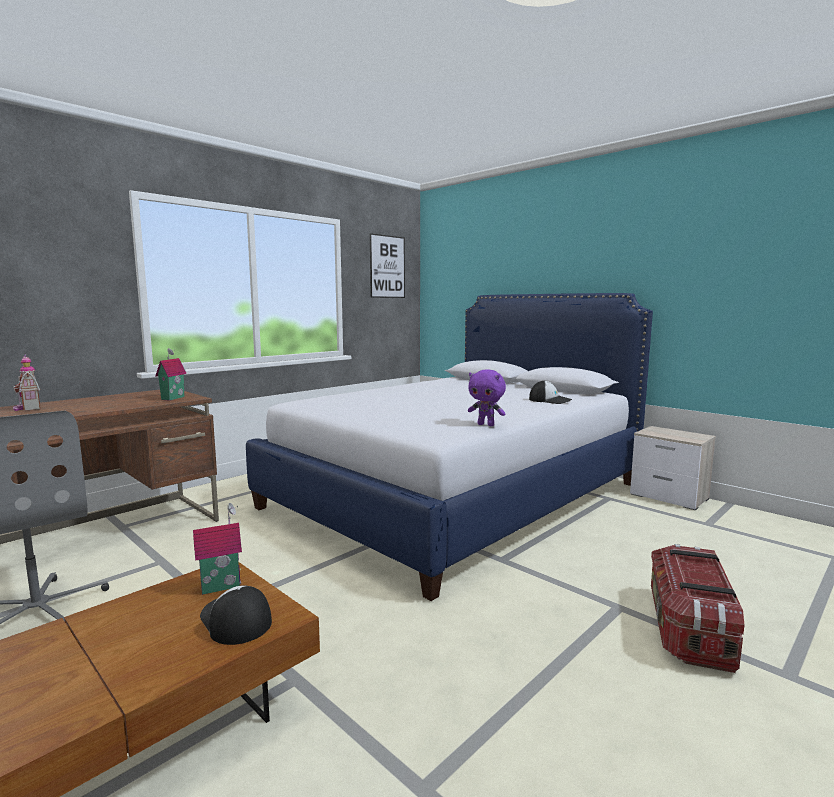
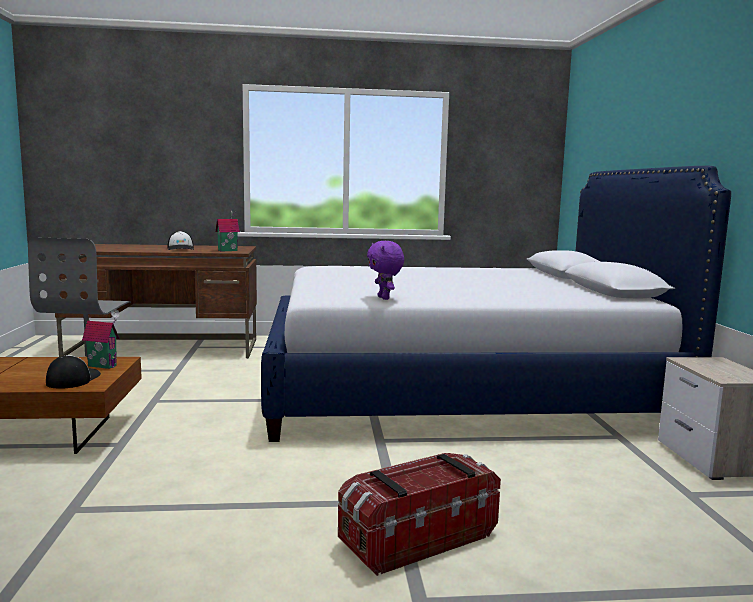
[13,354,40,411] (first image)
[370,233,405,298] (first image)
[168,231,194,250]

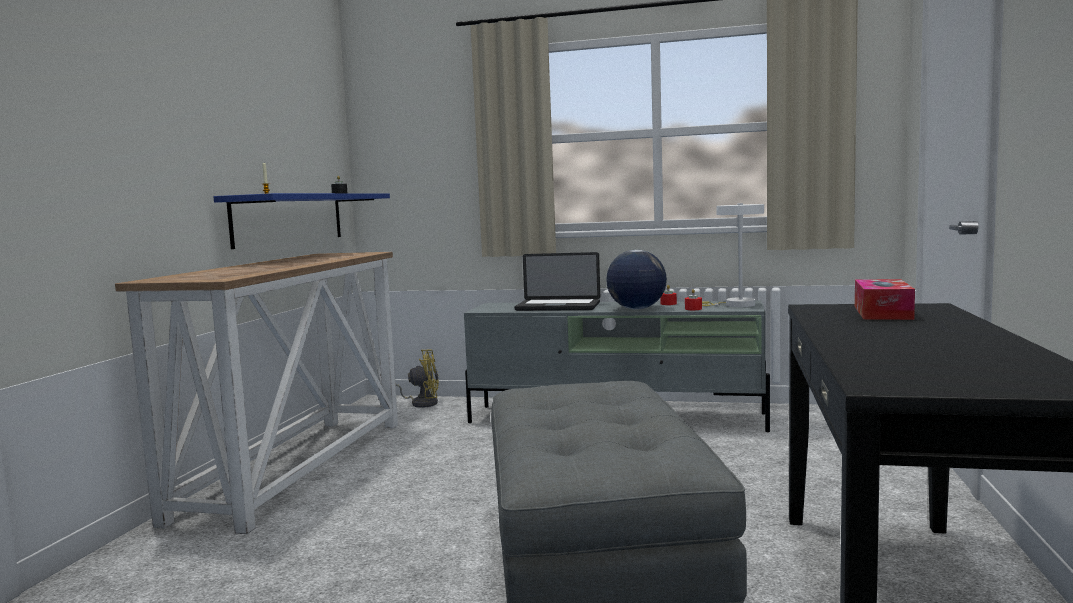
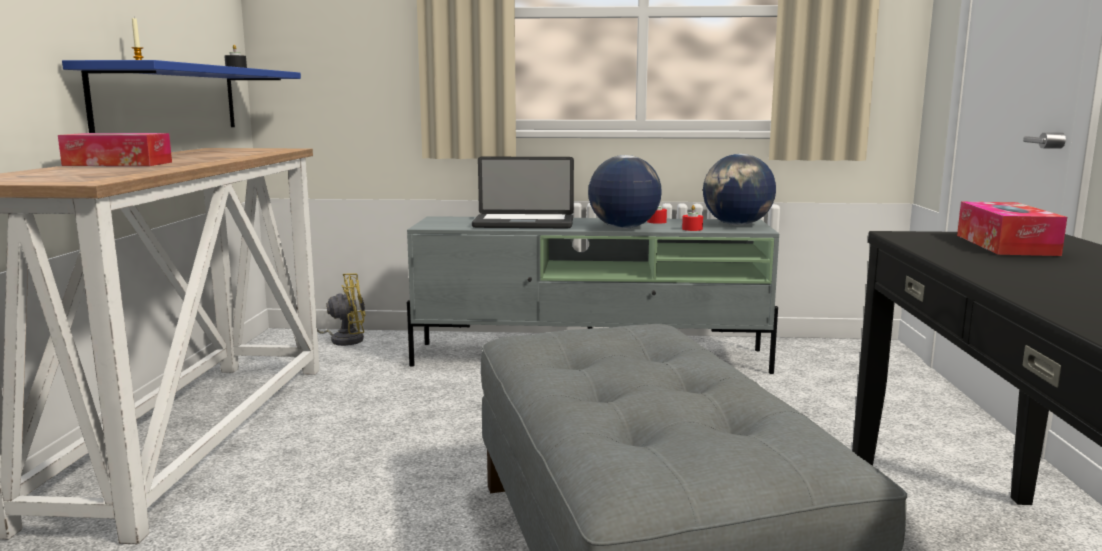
[58,133,172,166]
[703,154,776,226]

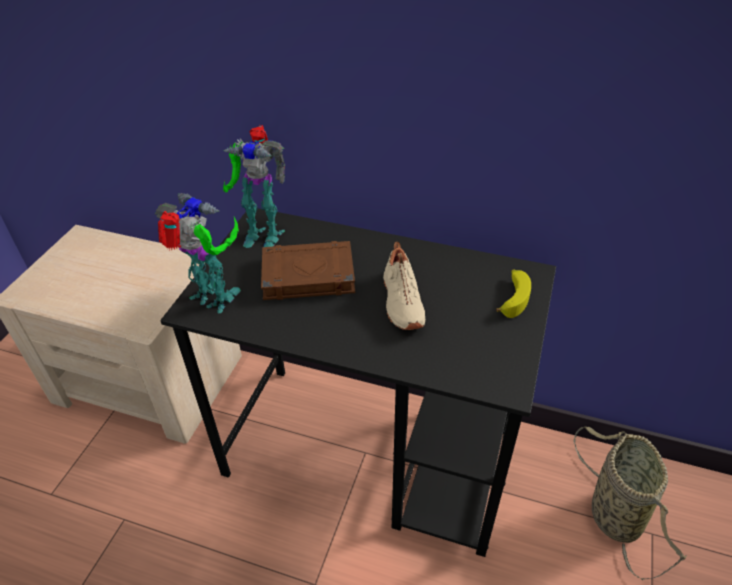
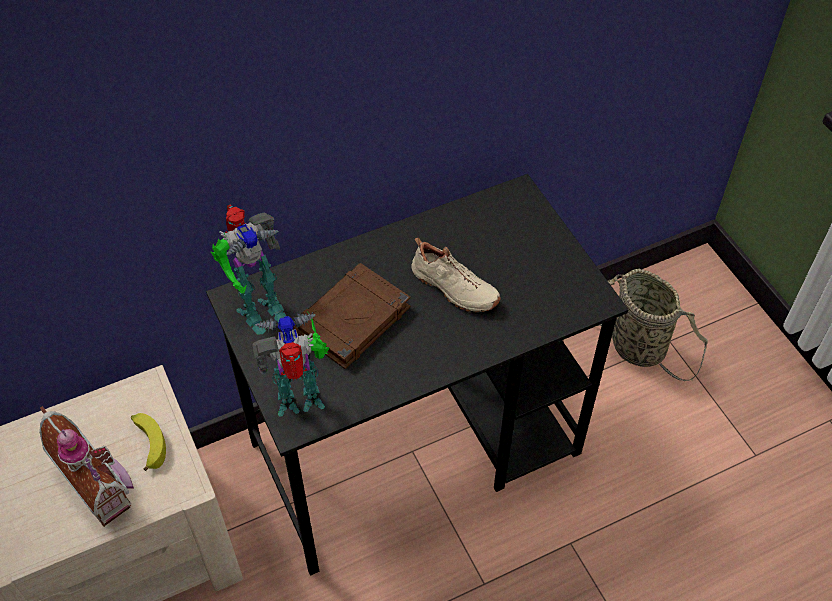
[39,406,134,527]
[131,413,166,471]

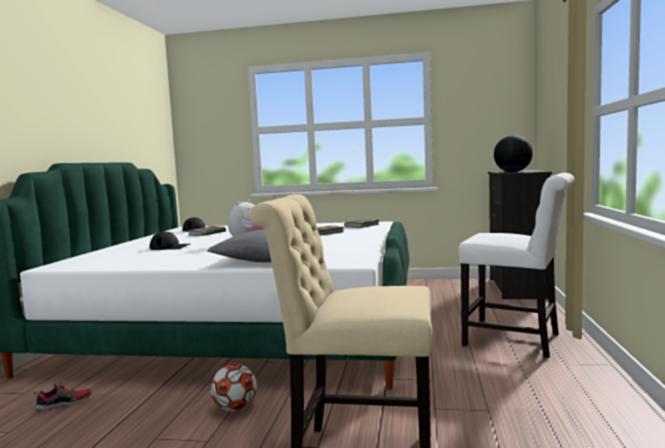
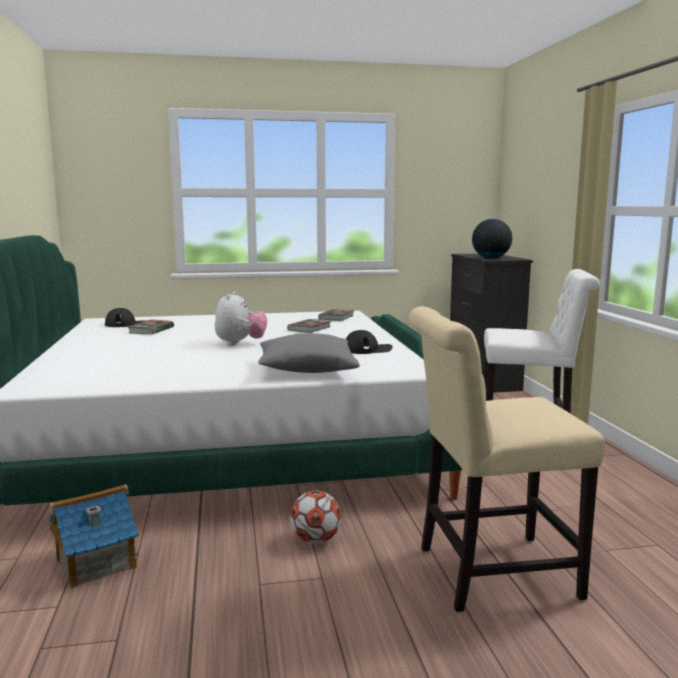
[346,330,393,354]
[48,484,139,589]

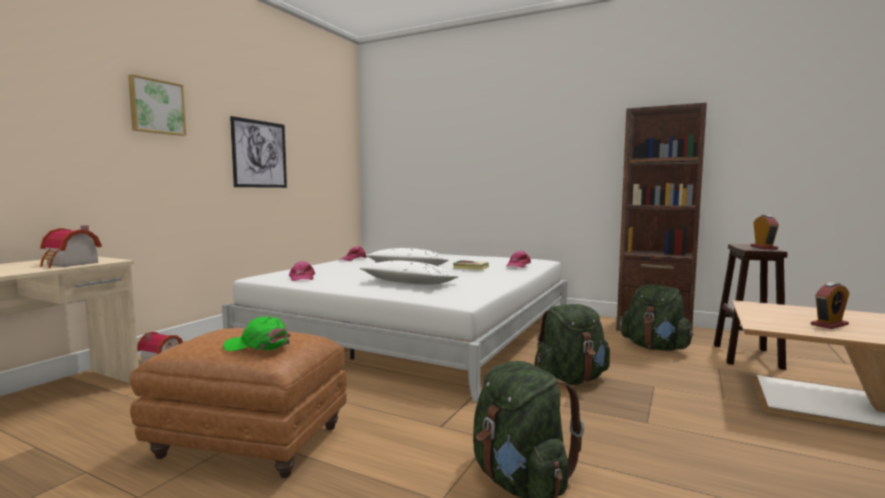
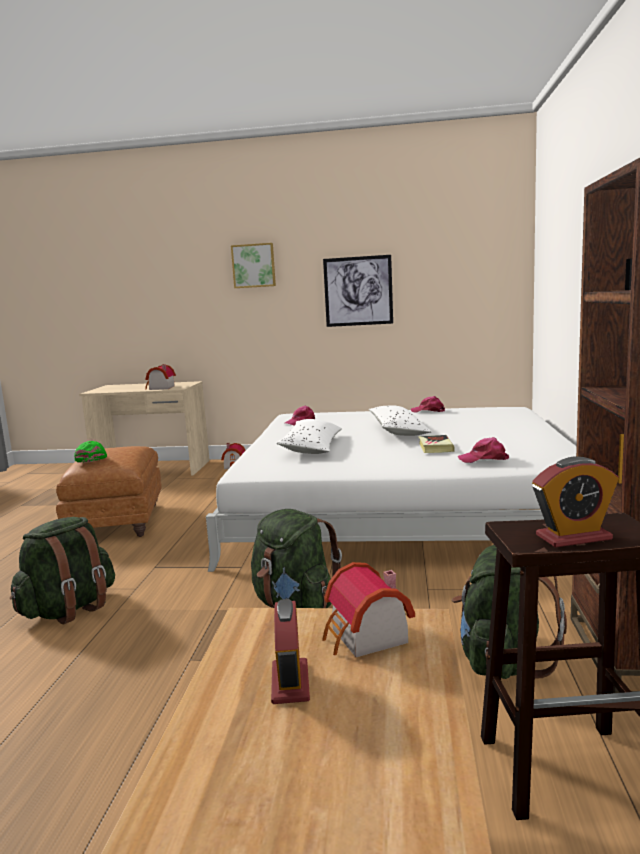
[322,562,415,657]
[271,599,310,704]

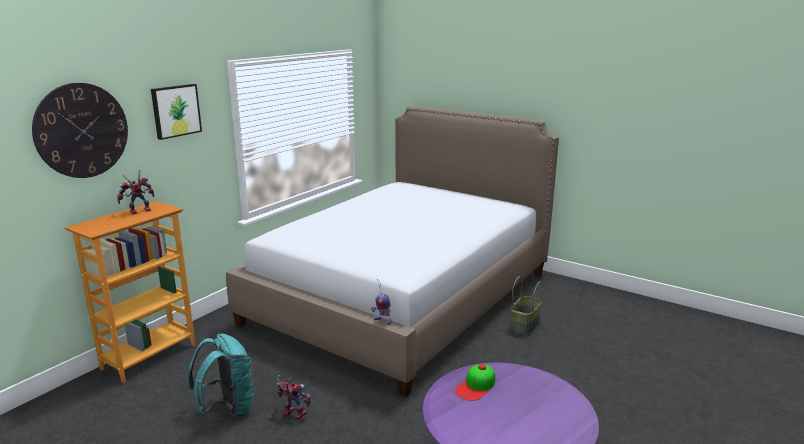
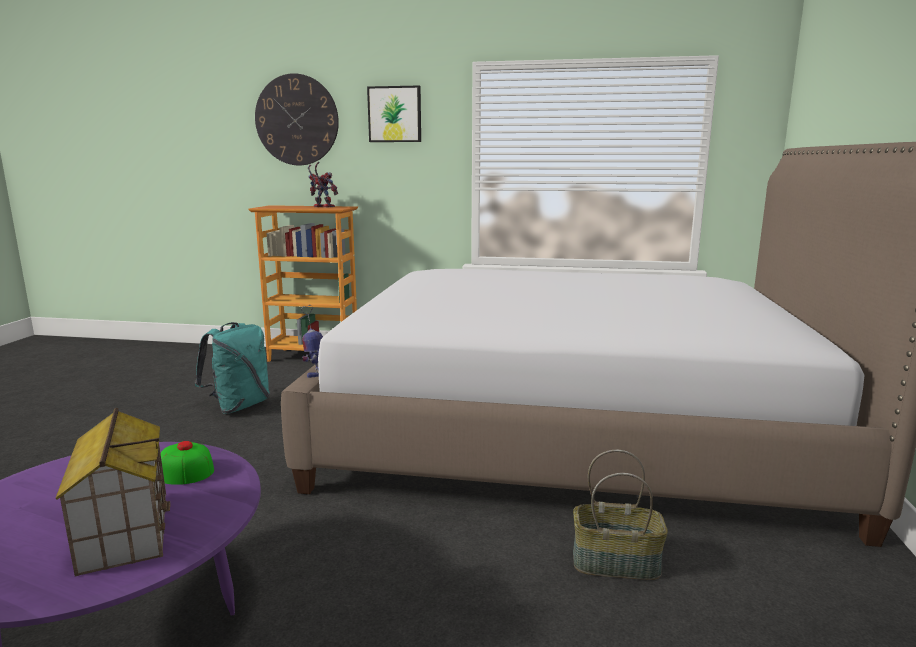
[277,375,311,420] (first image)
[56,408,170,576]

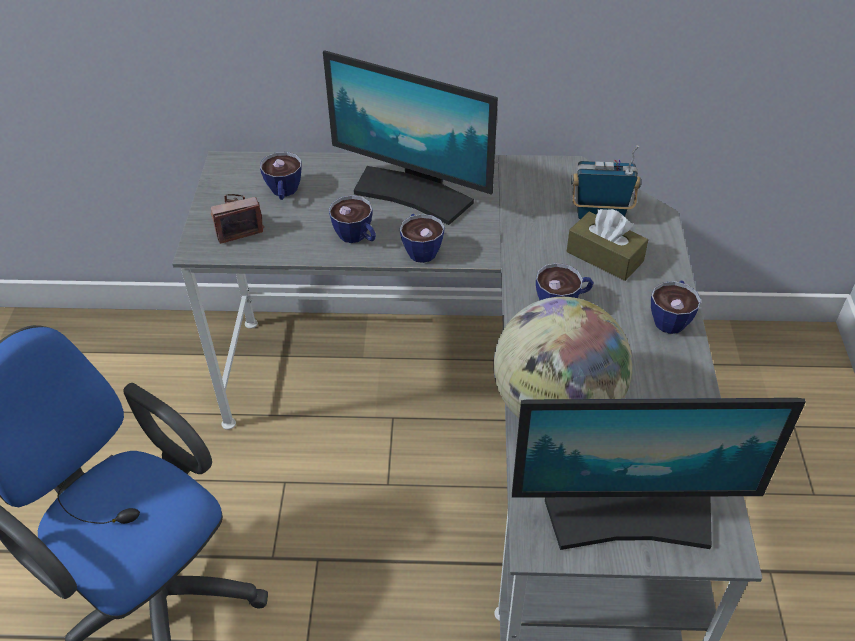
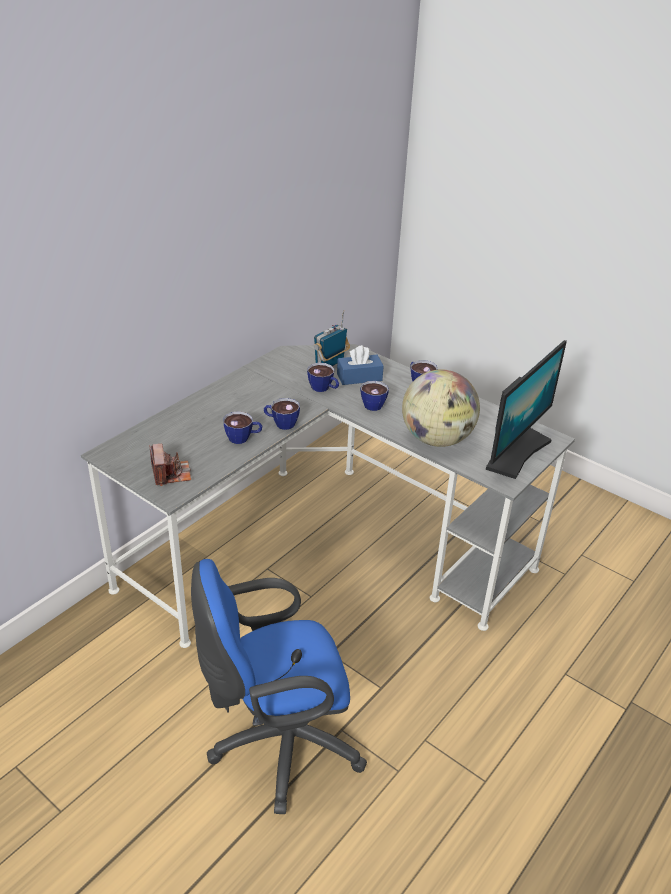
[323,50,498,225] (first image)
[307,363,339,392]
[337,345,384,385]
[149,444,191,486]

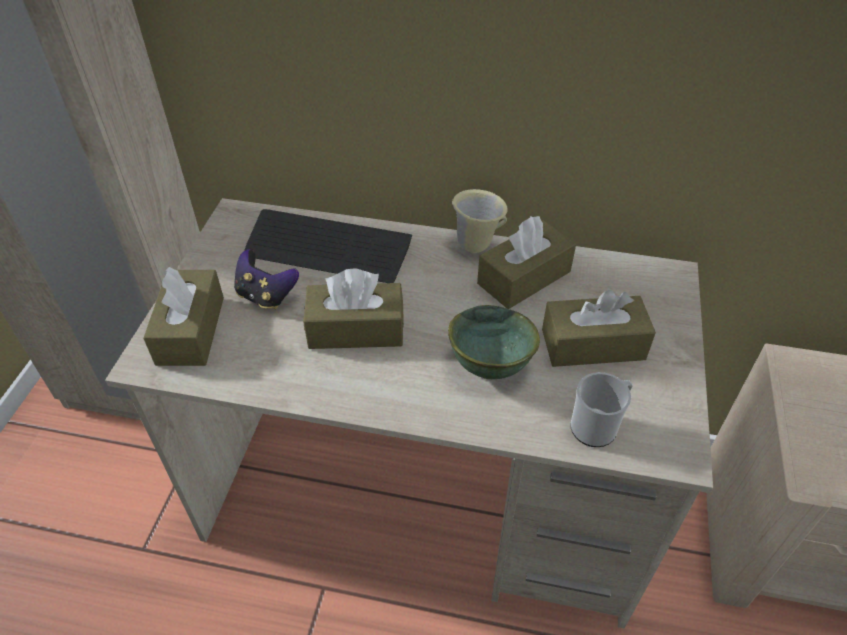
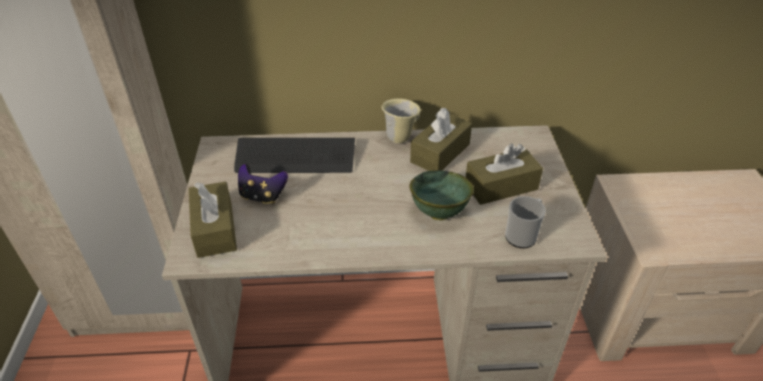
[303,268,404,349] (first image)

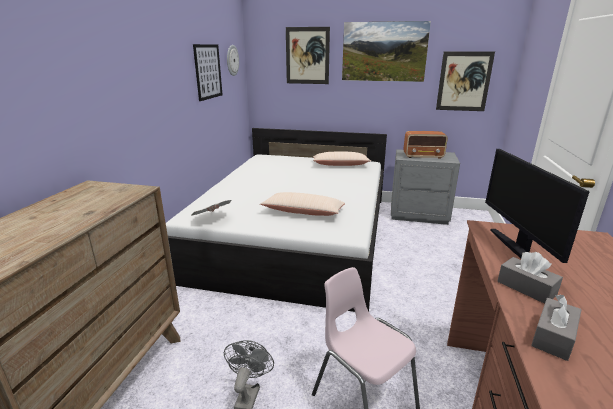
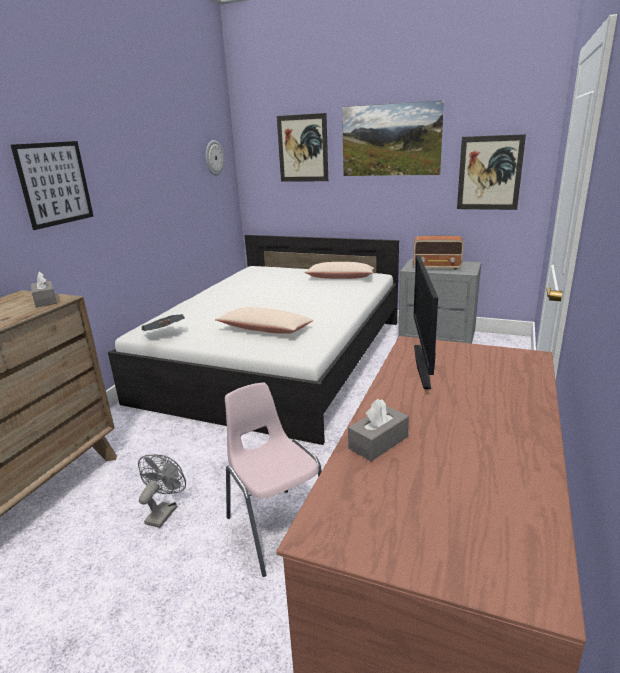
[11,141,94,230]
[31,271,57,307]

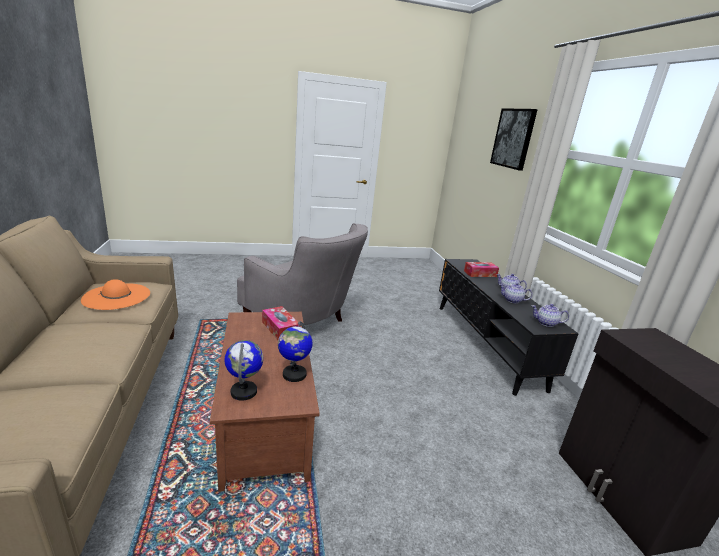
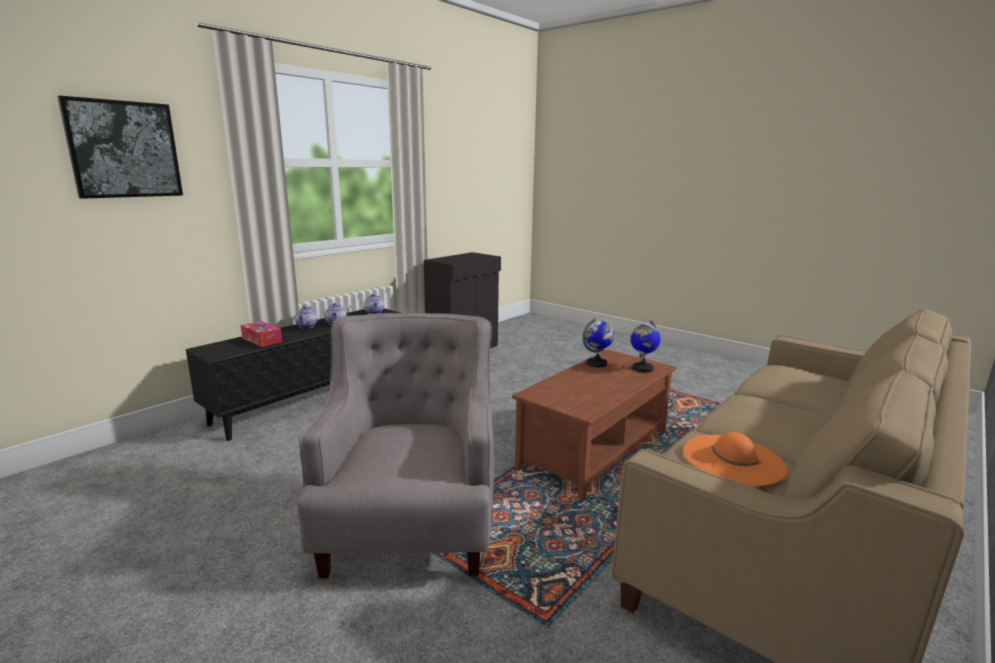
[262,306,300,340] (first image)

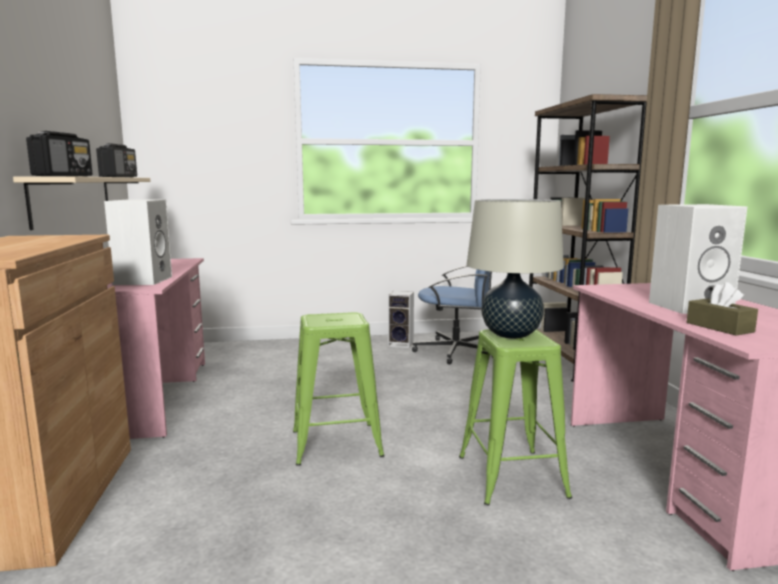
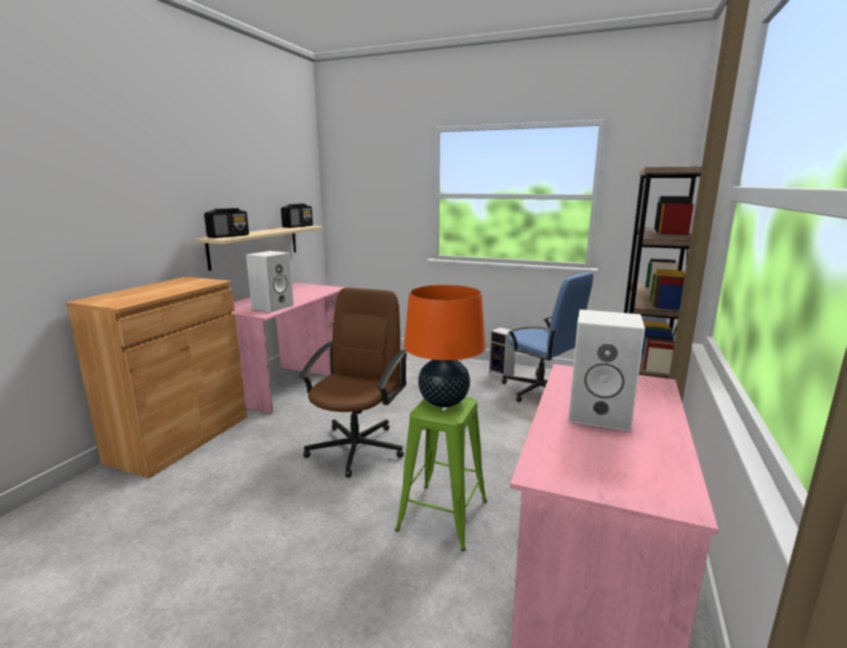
[687,282,758,336] (first image)
[299,287,407,478]
[404,284,485,407]

